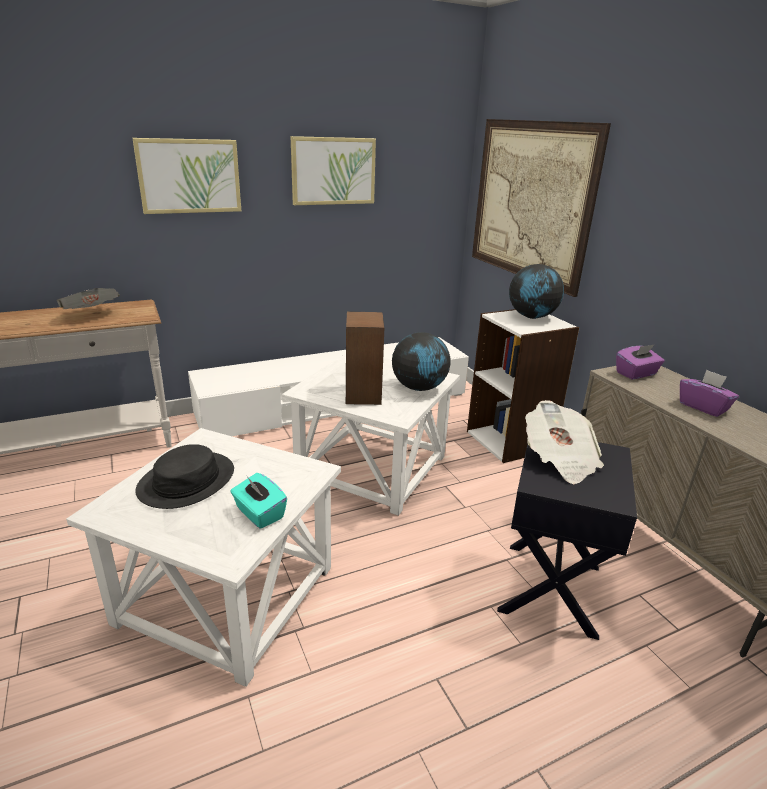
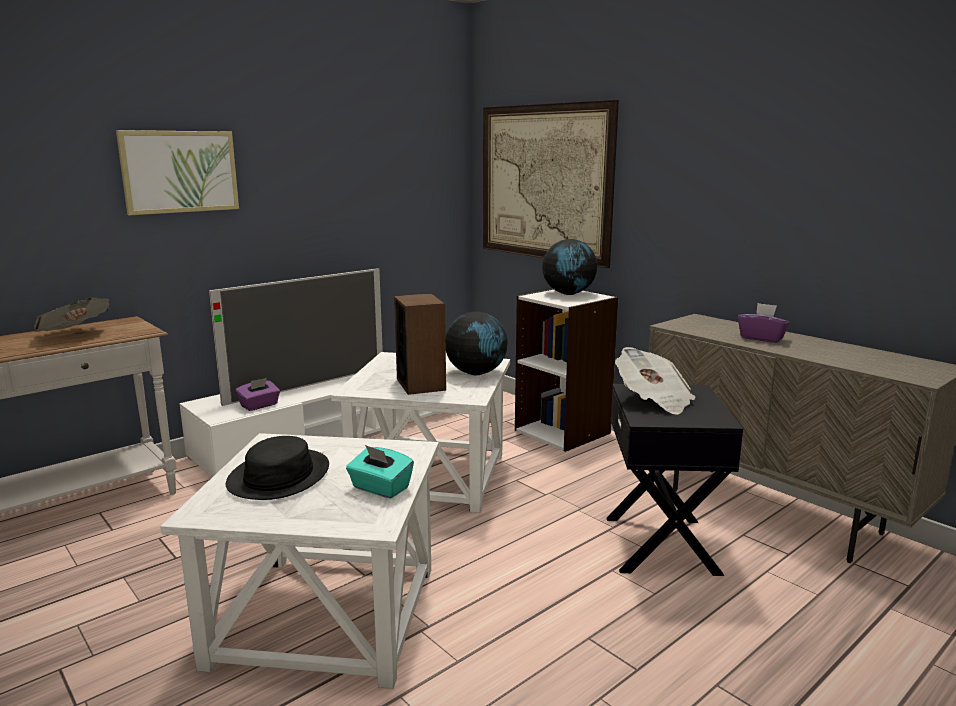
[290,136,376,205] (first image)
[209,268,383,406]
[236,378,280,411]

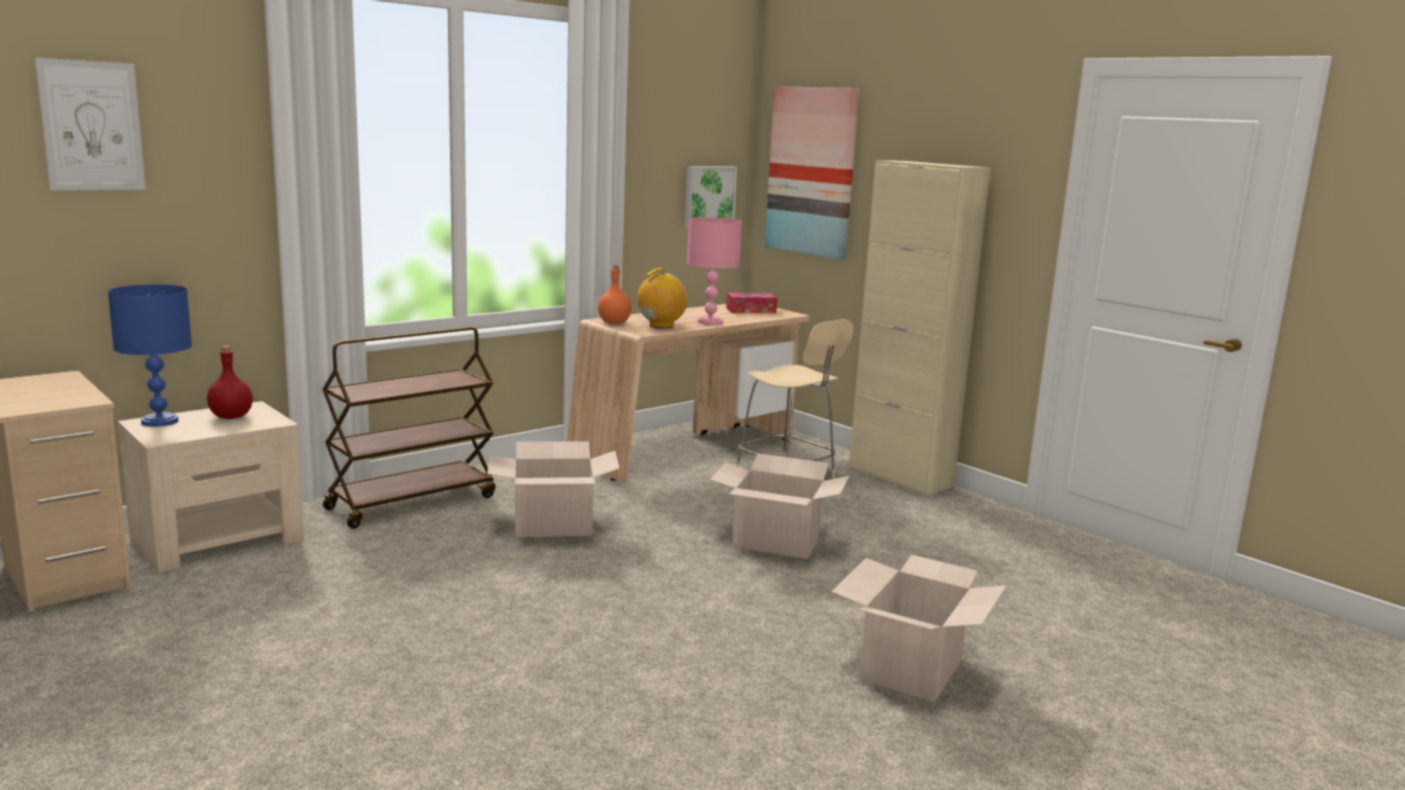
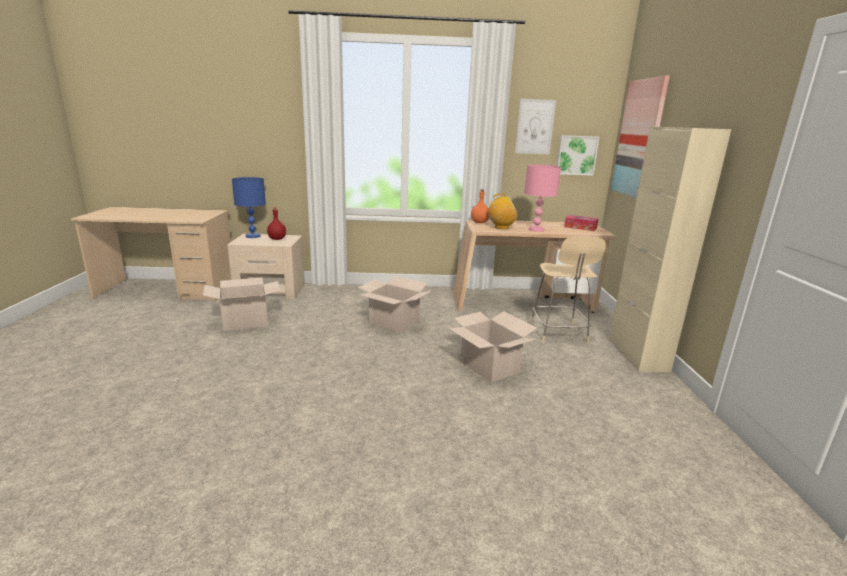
[322,327,496,529] (first image)
[515,99,556,155]
[203,277,281,331]

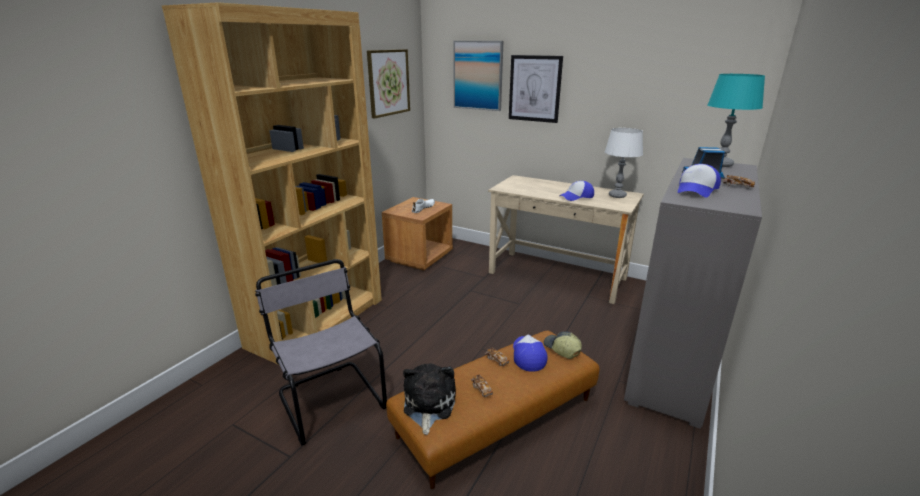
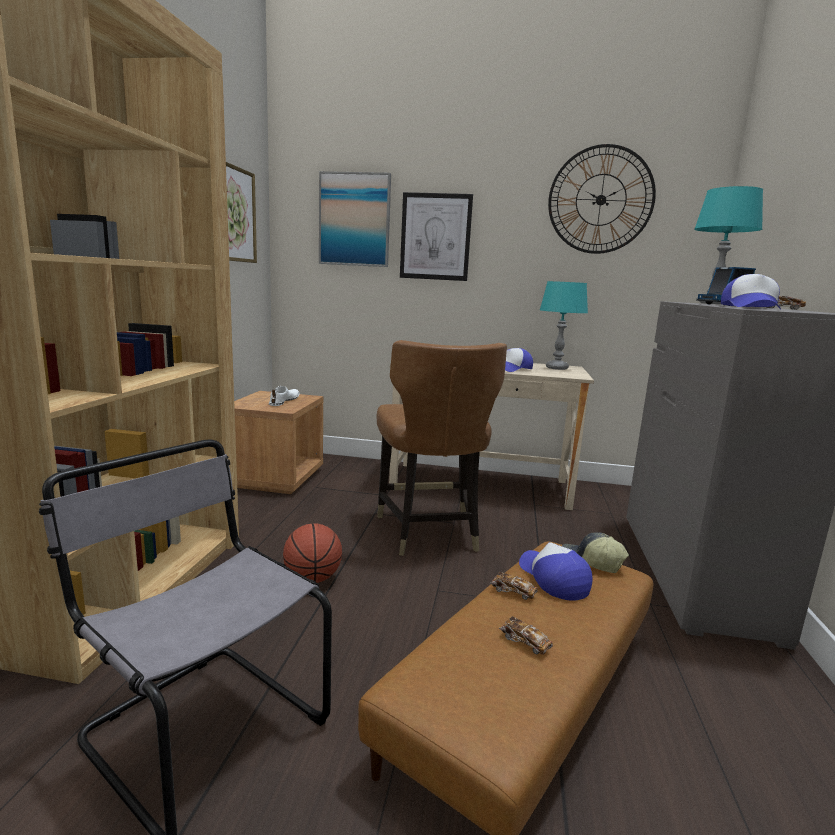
[403,363,456,435] (first image)
[283,523,342,583]
[377,340,507,556]
[548,144,656,254]
[540,281,588,370]

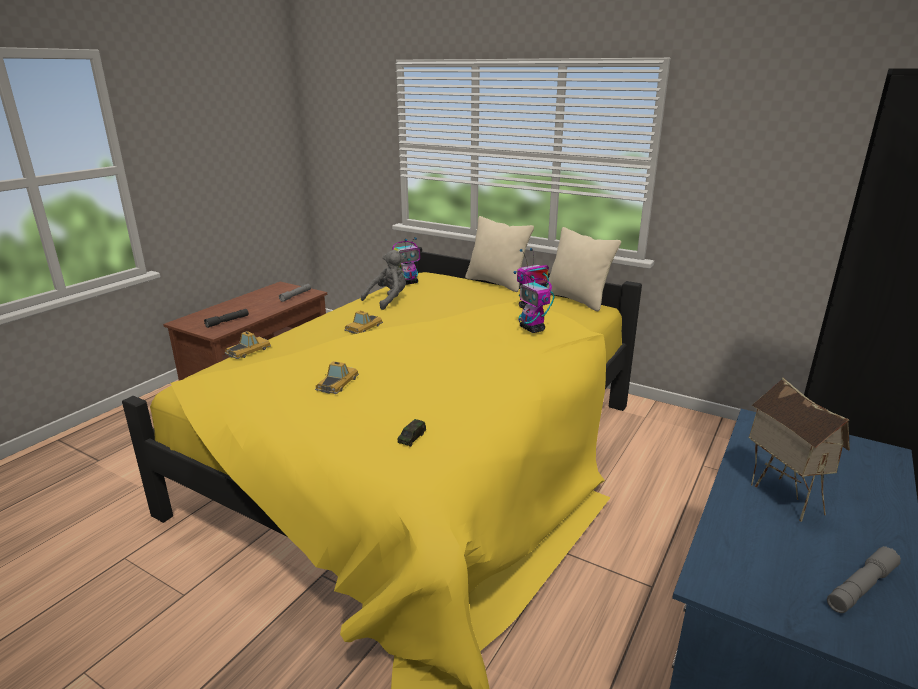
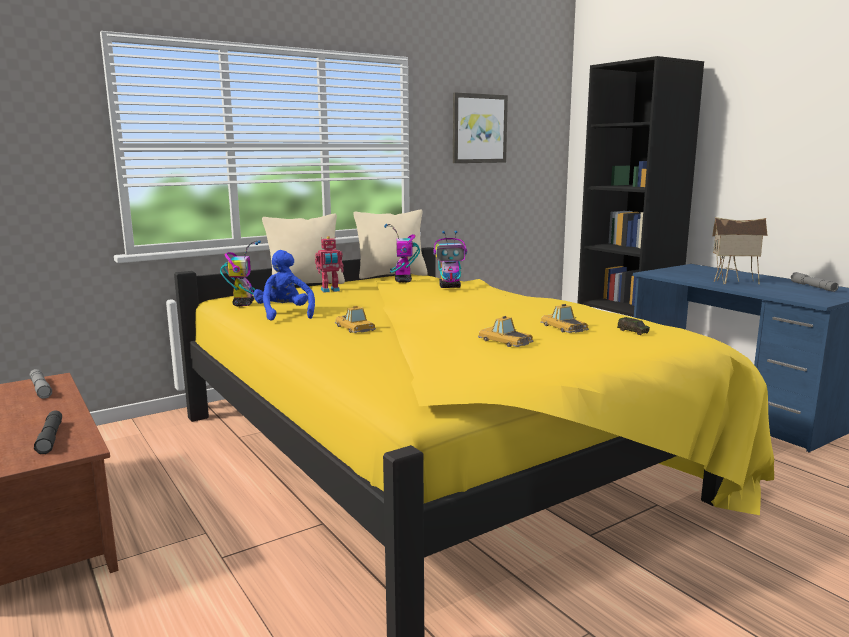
[315,236,344,293]
[453,93,508,163]
[540,304,589,333]
[253,250,315,321]

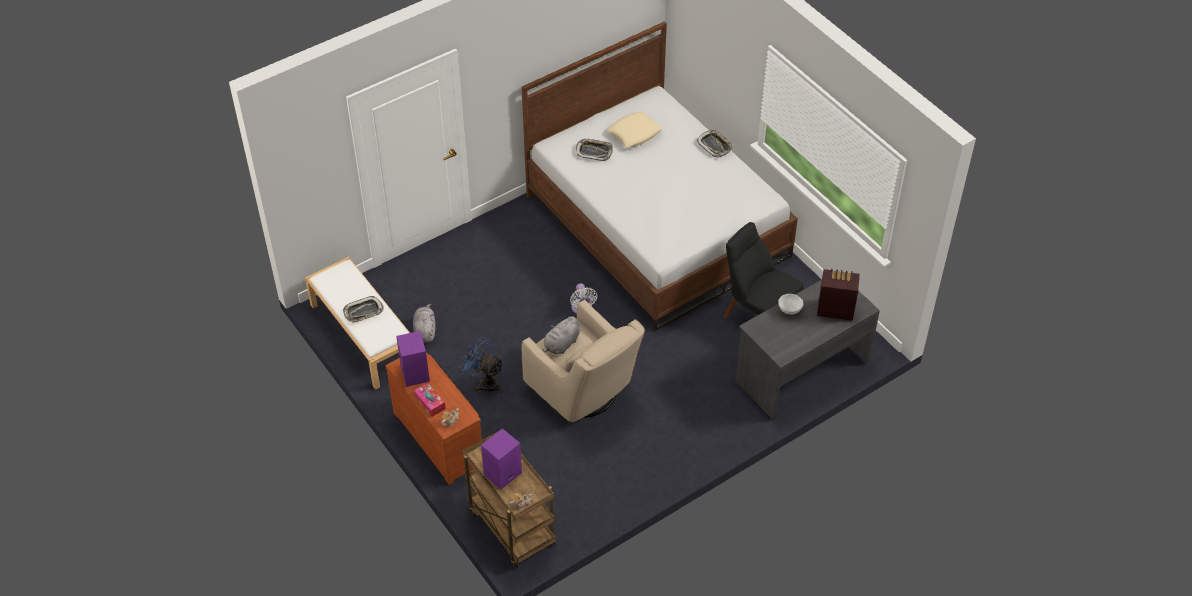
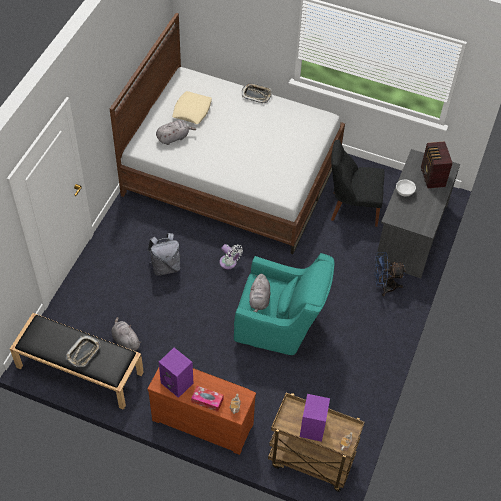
[148,233,181,276]
[374,252,406,296]
[156,120,196,145]
[10,313,144,410]
[234,253,334,355]
[421,141,452,188]

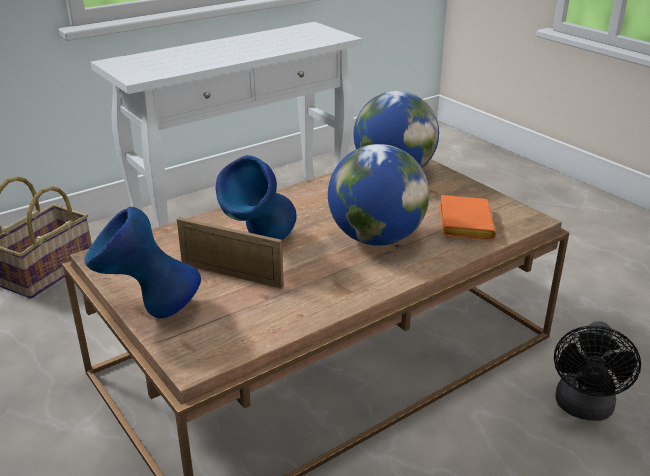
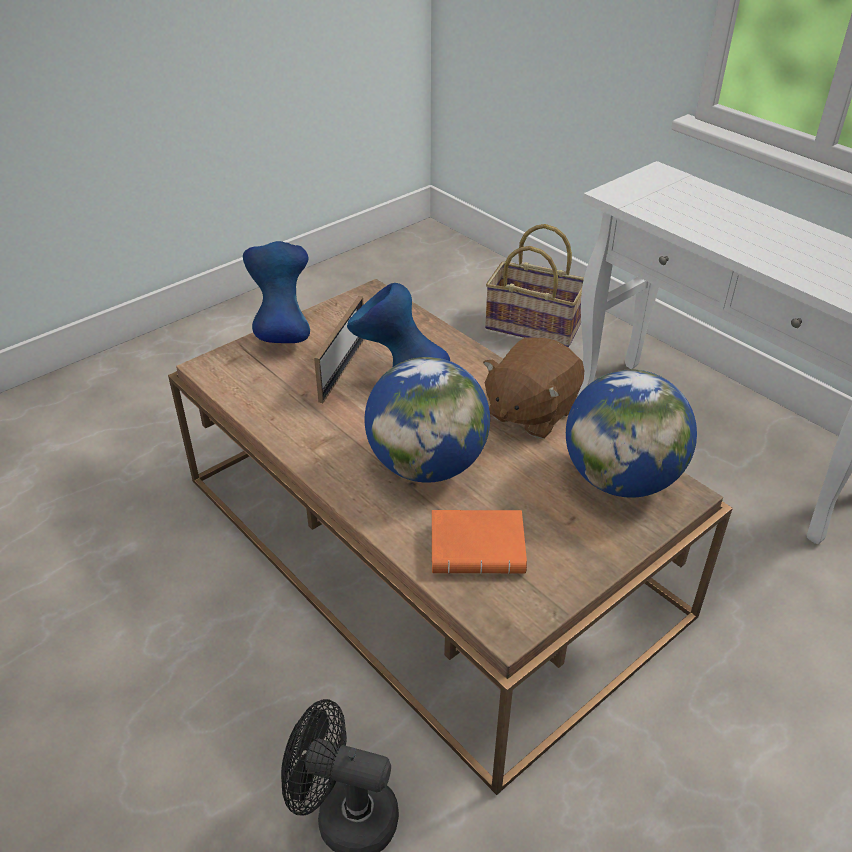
[483,337,584,439]

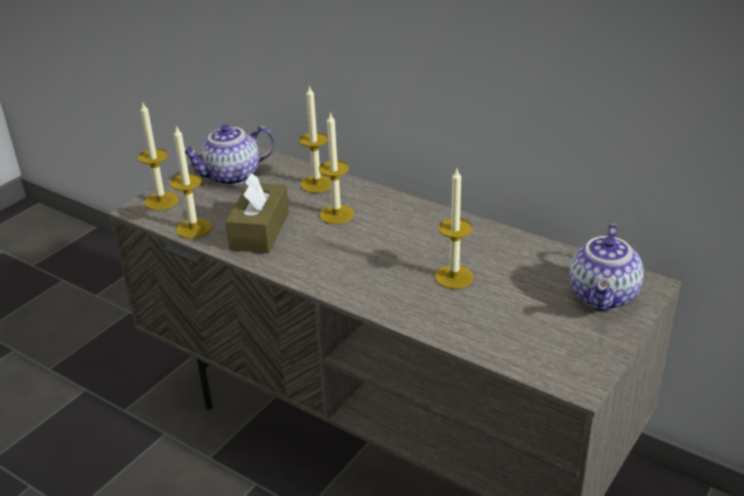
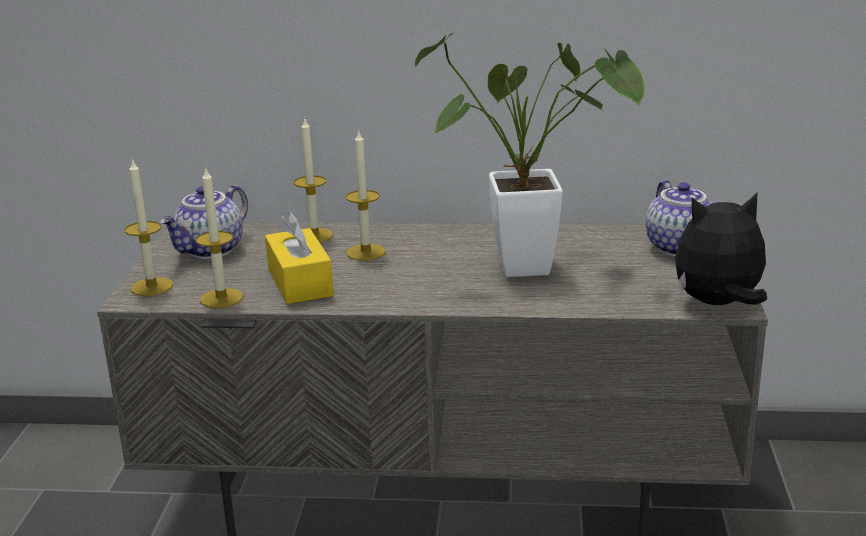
[675,193,767,305]
[415,33,645,277]
[265,212,334,304]

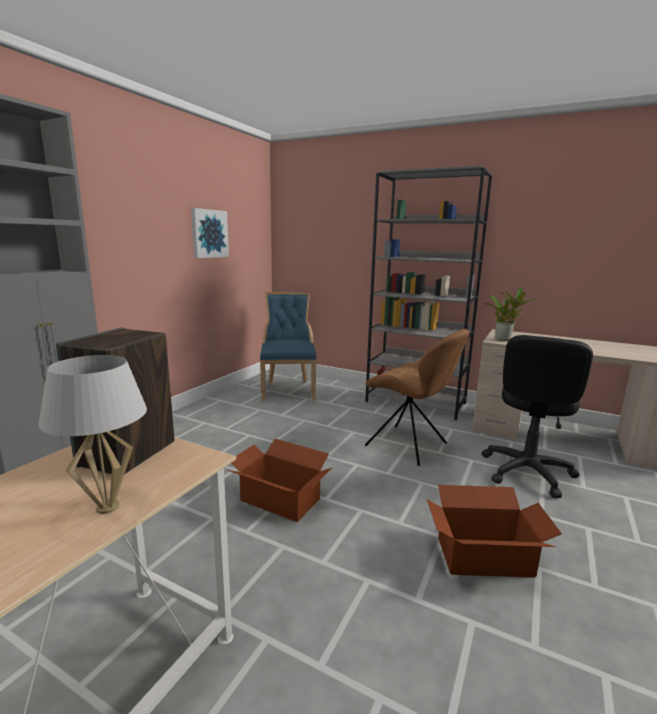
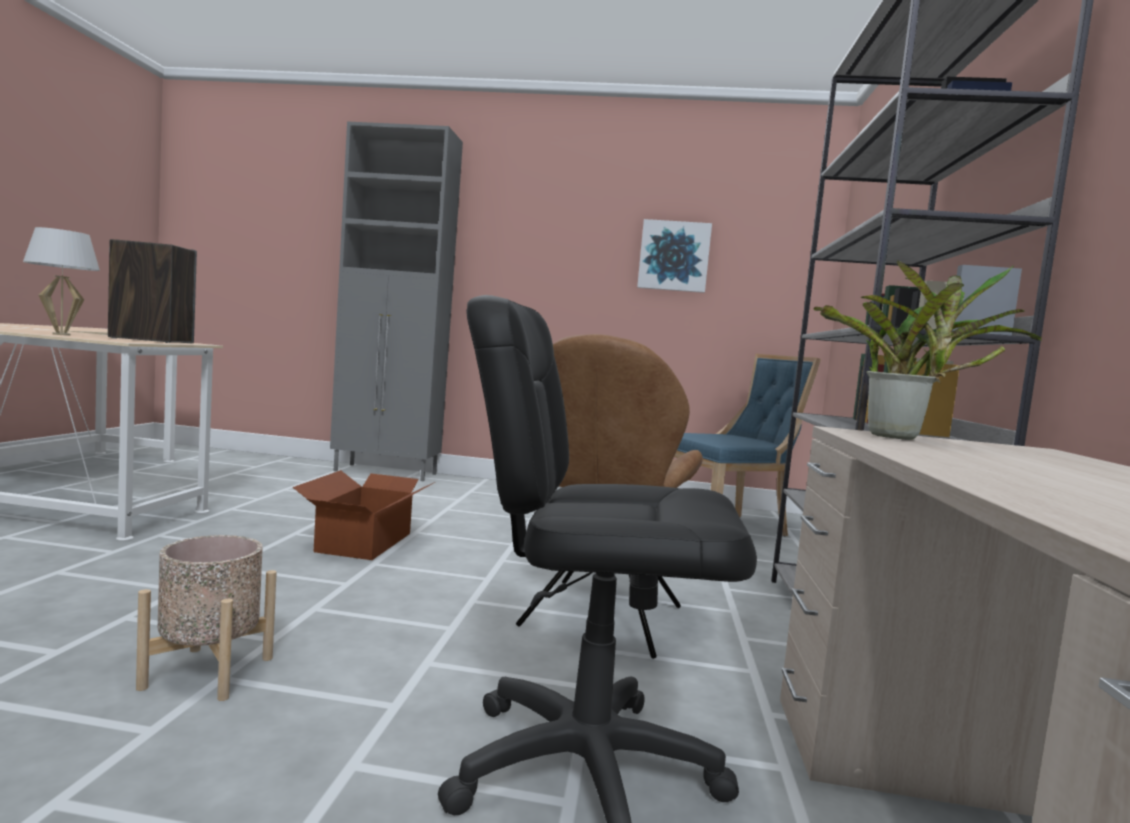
[136,535,277,701]

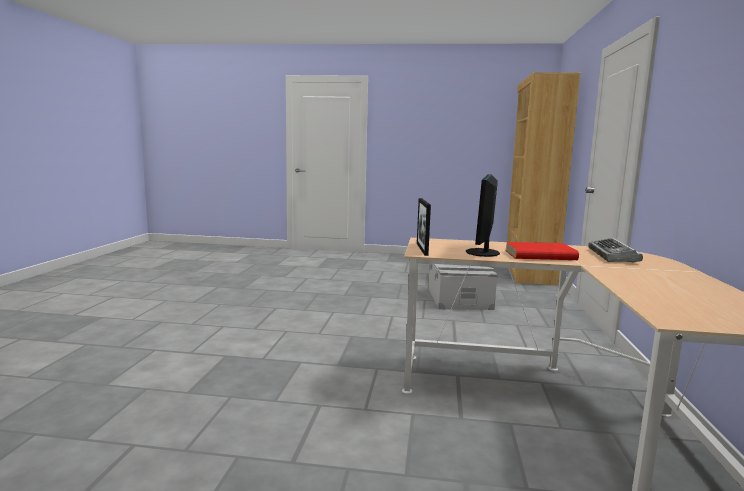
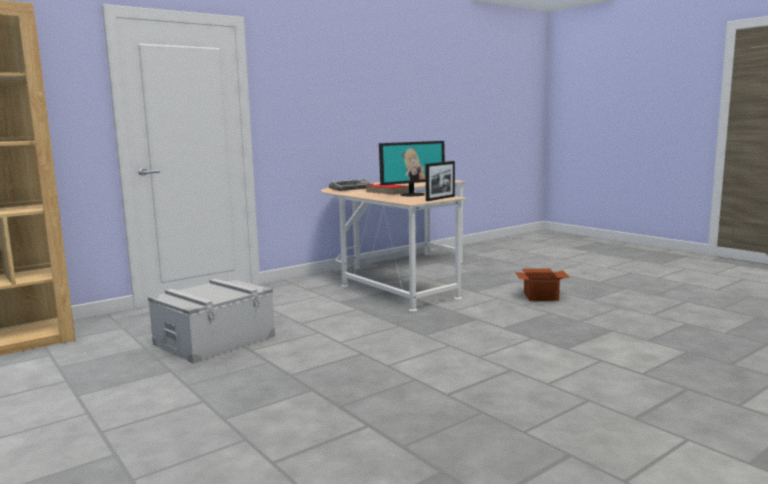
[515,269,569,301]

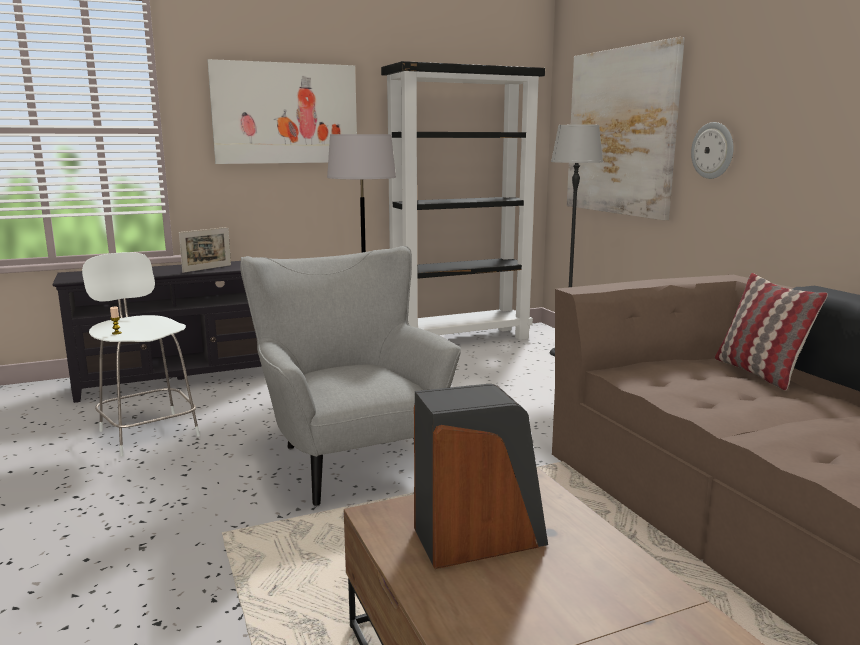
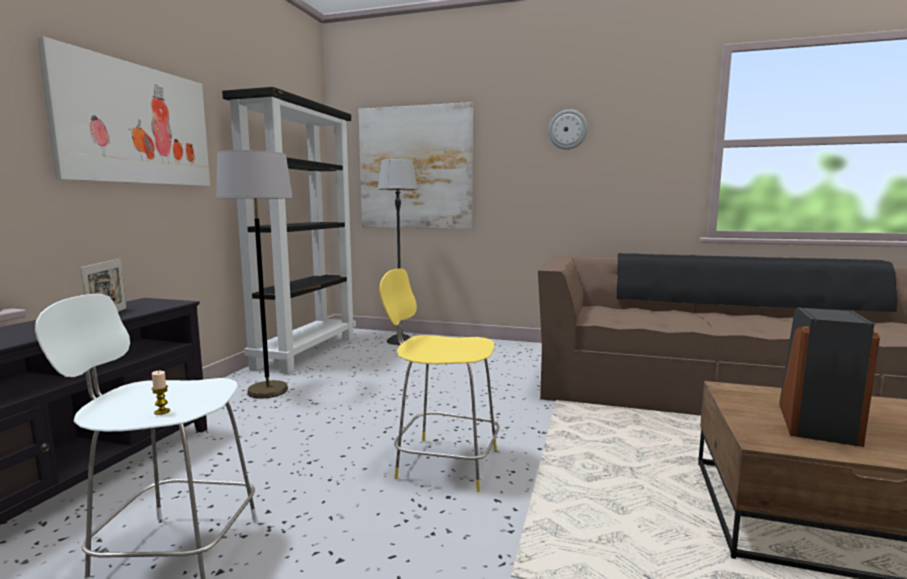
[714,273,828,391] (first image)
[548,109,588,150]
[379,269,500,492]

